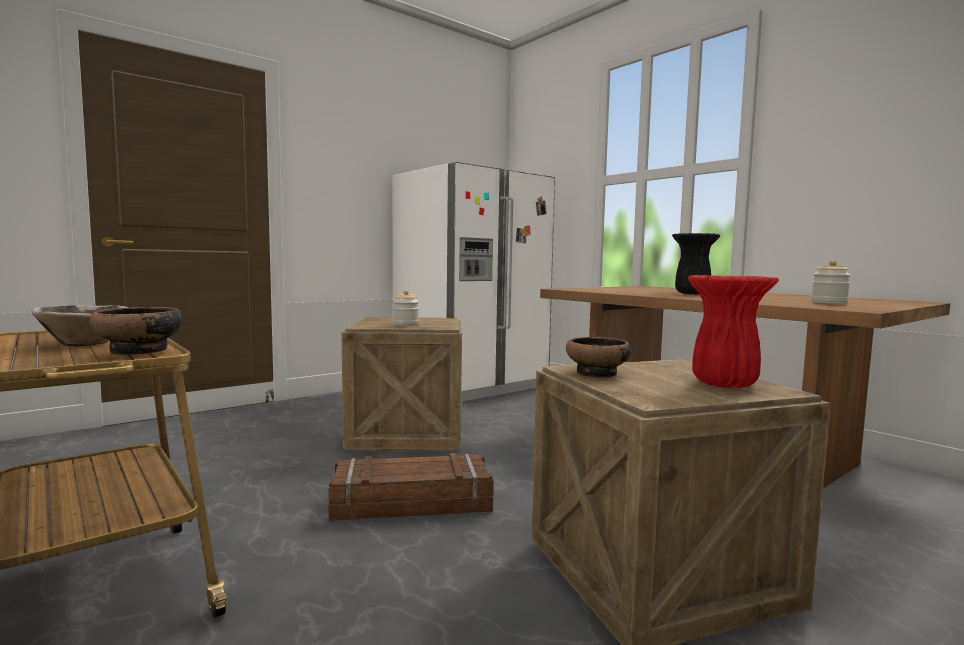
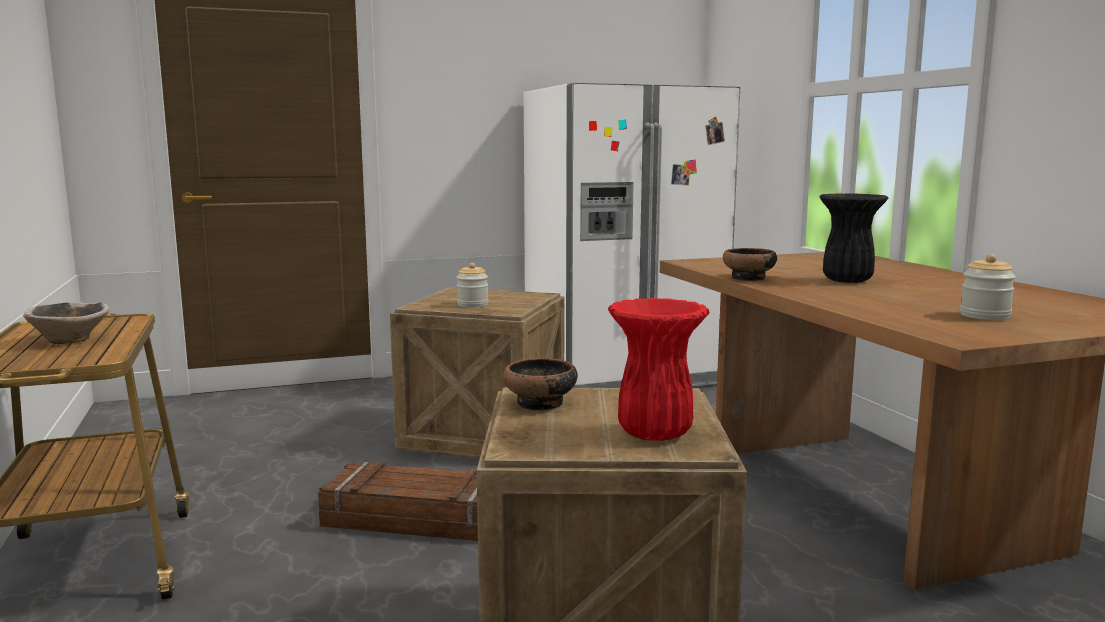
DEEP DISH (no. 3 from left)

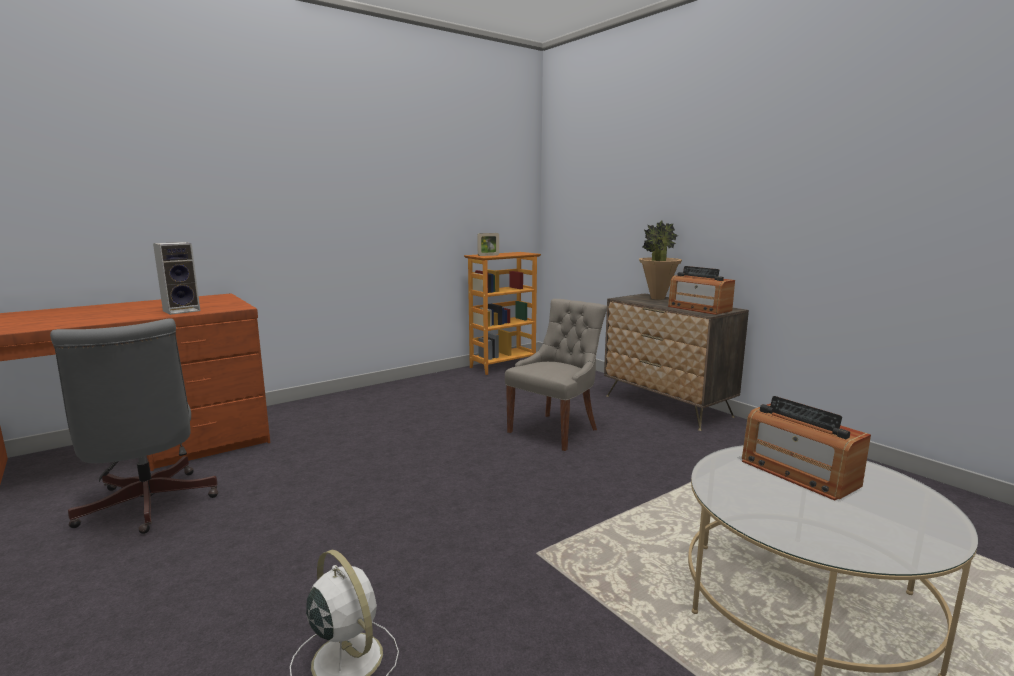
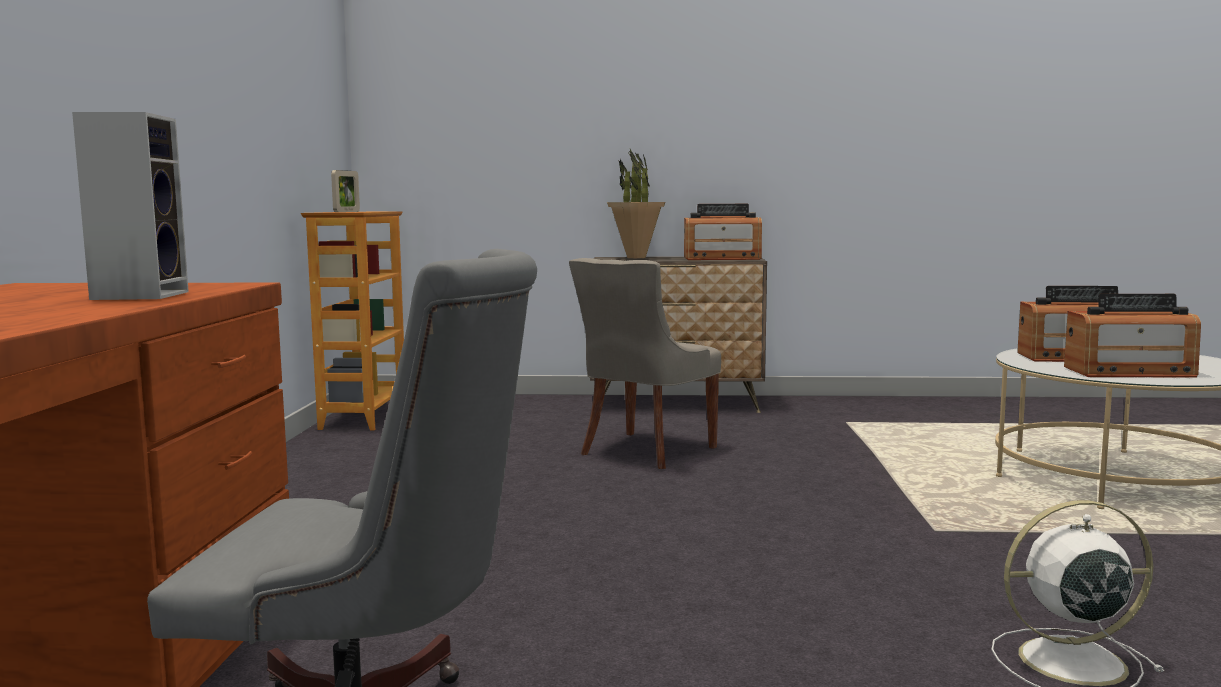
GREYISH PLAIN CHAIR
RADIO RECEIVER (no. 3 from left)

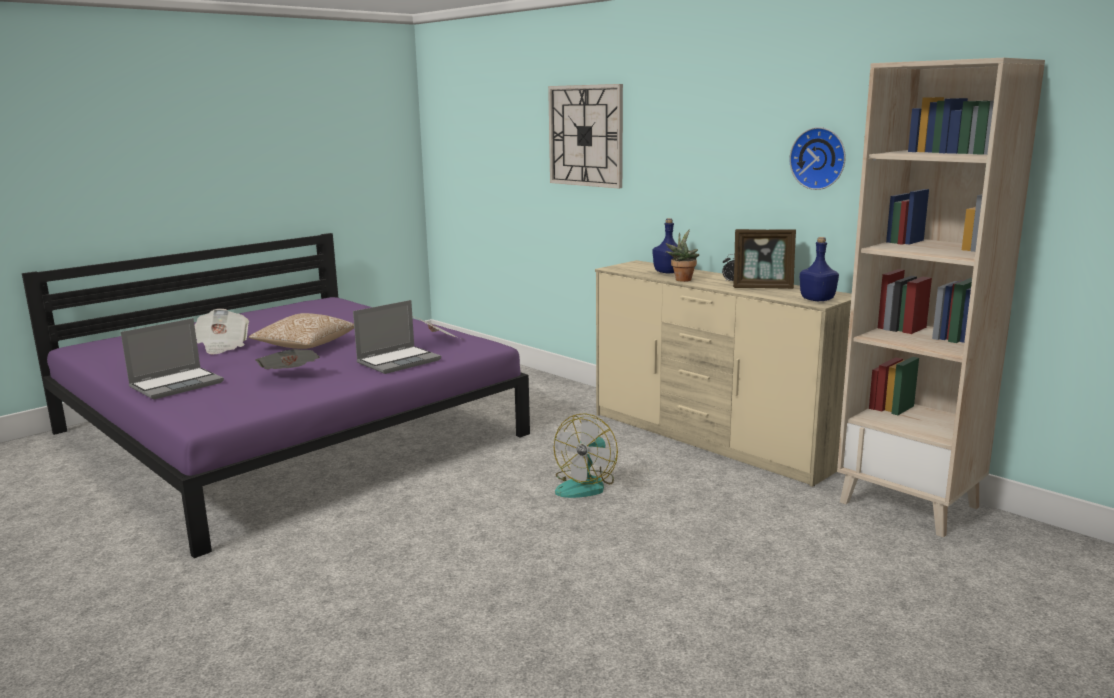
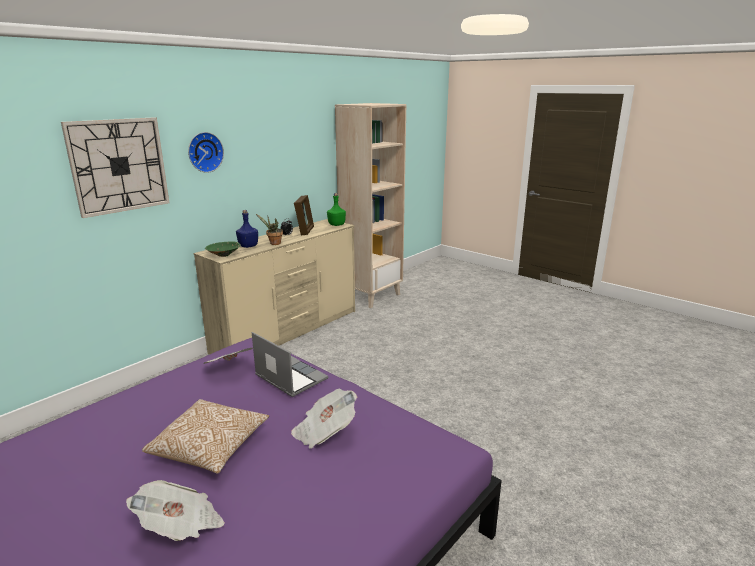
HANGING CLOCK (no. 2 from left)
GREENISH DEEP DISH
GREENISH BOTTLE
PORTABLE COMPUTER (no. 1 from left in the first image)
ELECTRIC FAN

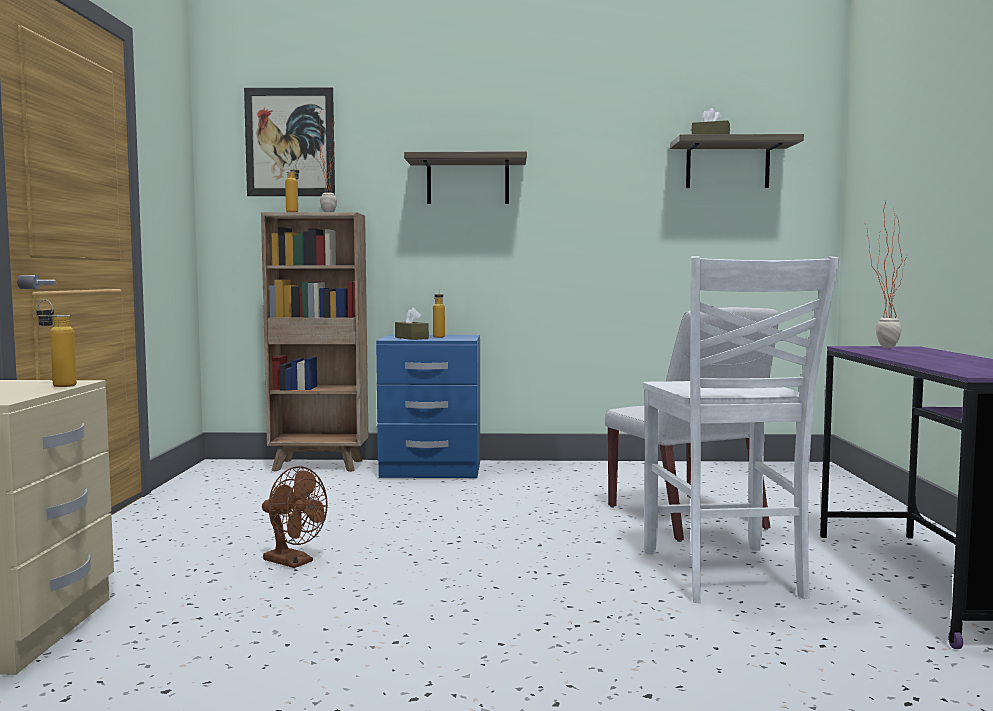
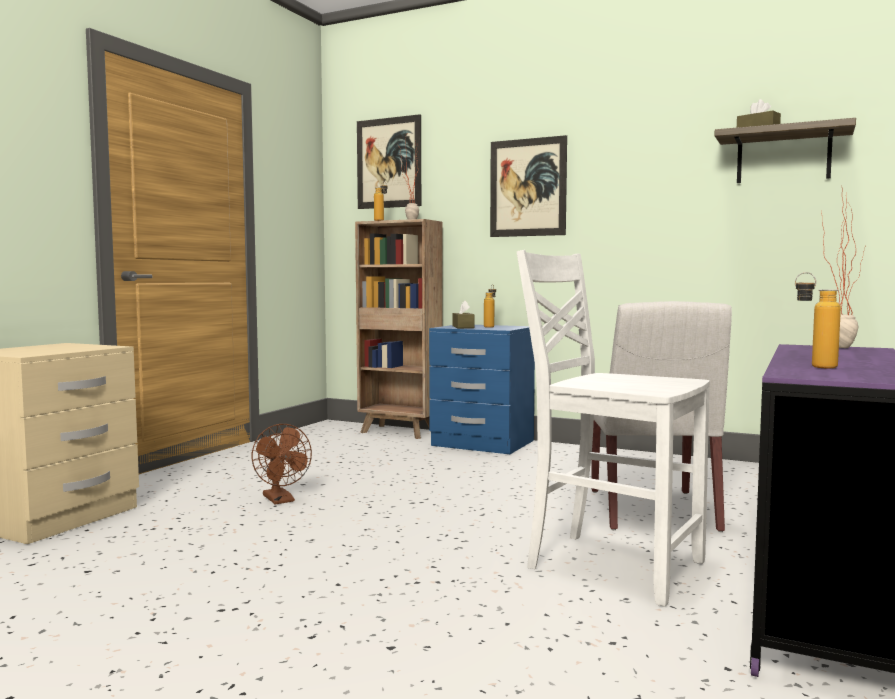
WALL PICTURE (no. 2 from left)
WHITISH PLAIN CHAIR (no. 1 from left)
BOTTLE (no. 3 from left)

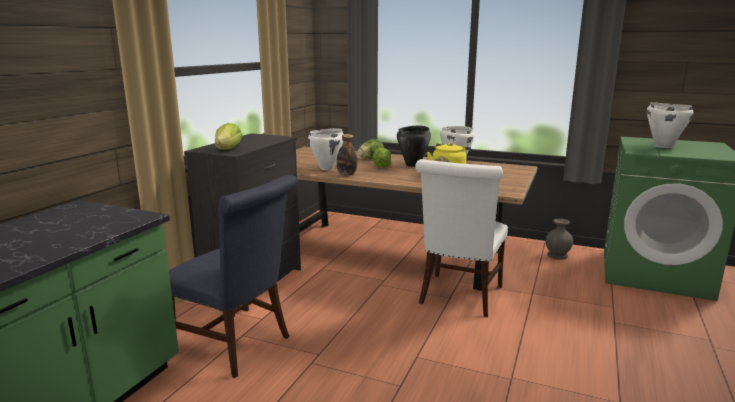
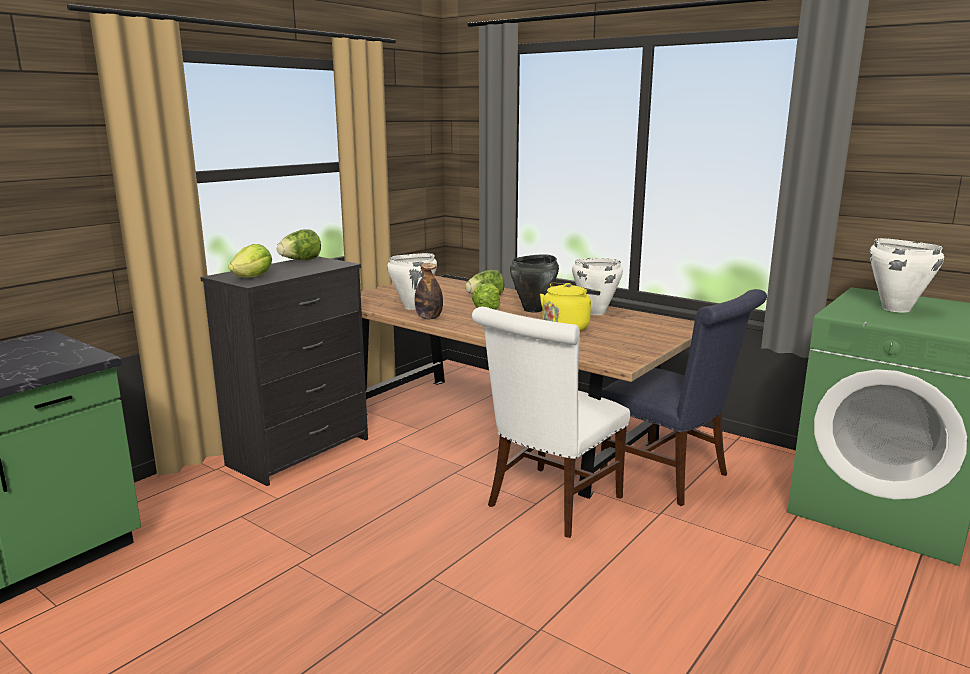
LETTUCE HEAD (no. 2 from left)
BLUISH PLAIN CHAIR
GREYISH DECORATIVE VASE

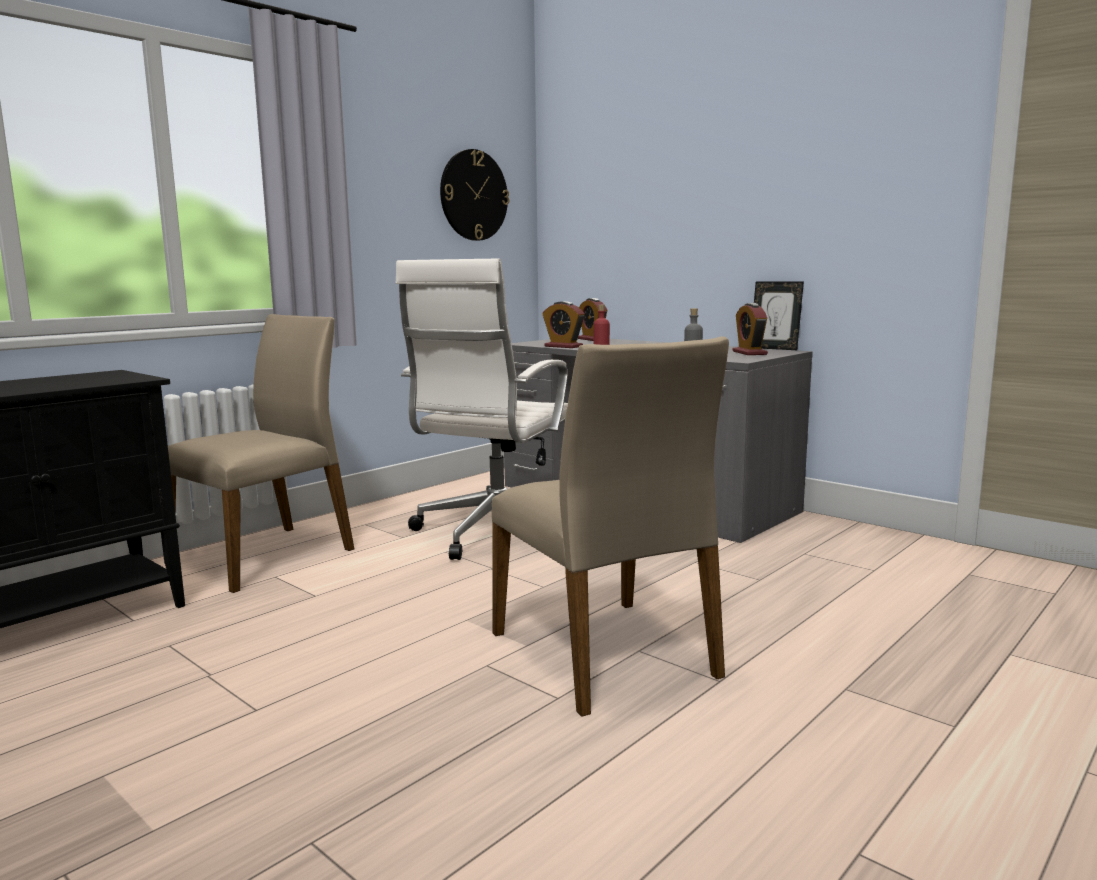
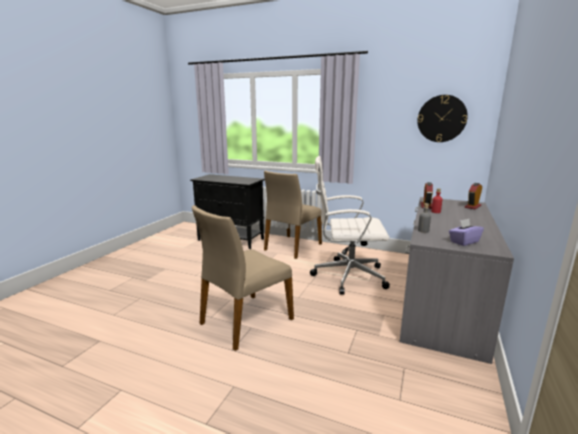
BEIGE-COLOURED PLAIN CHAIR (no. 2 from left)
PURPLE-COLOURED BOX OF TISSUES
STANDING FRAME

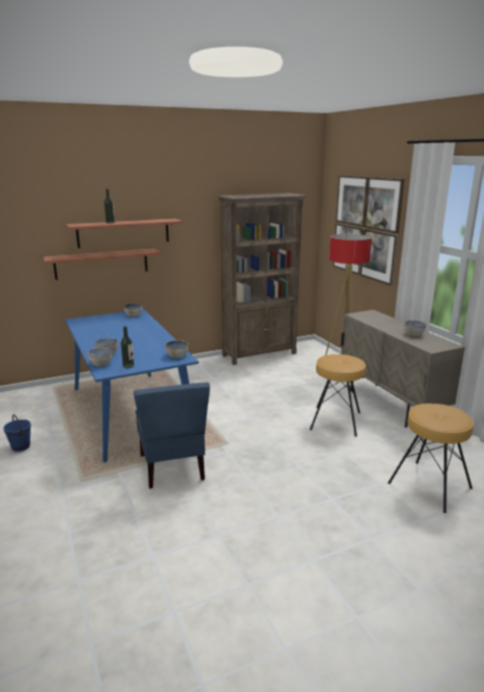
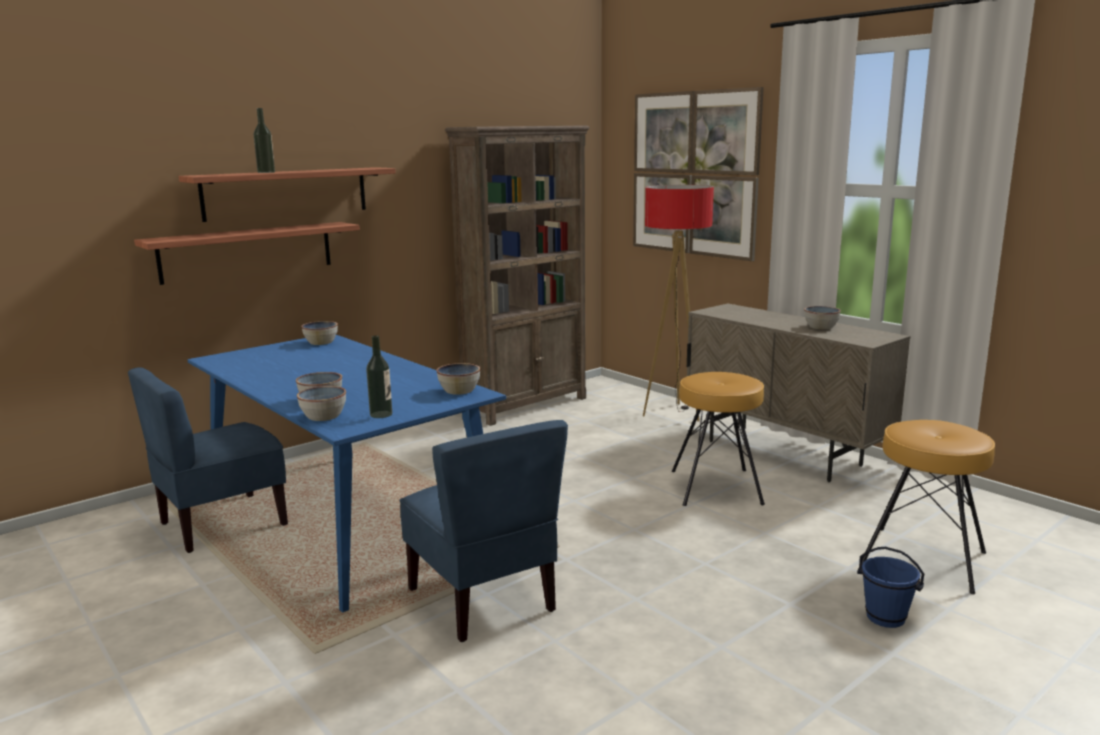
BLUISH PLAIN CHAIR (no. 1 from left)
BLUISH PAIL

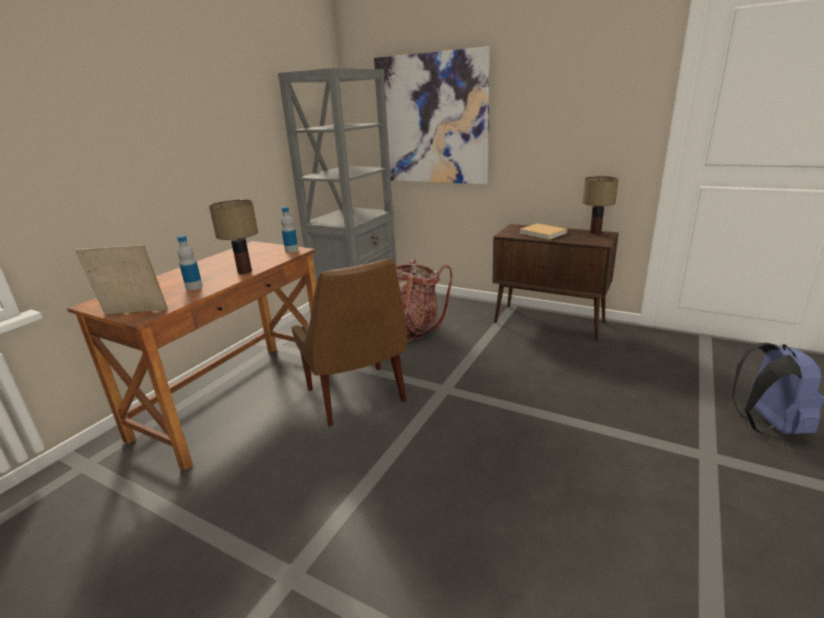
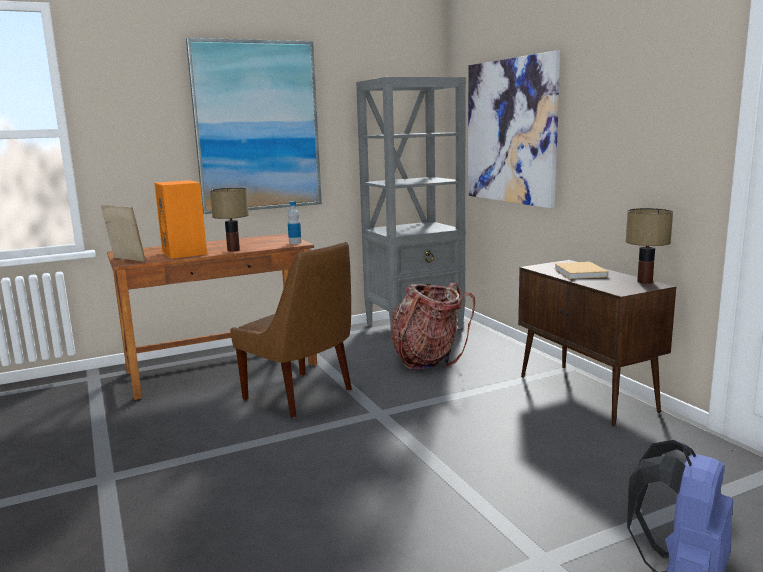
ORANGEY AUDIO SPEAKER
WALL PICTURE (no. 1 from left)
BROWN-COLOURED PLAIN CHAIR

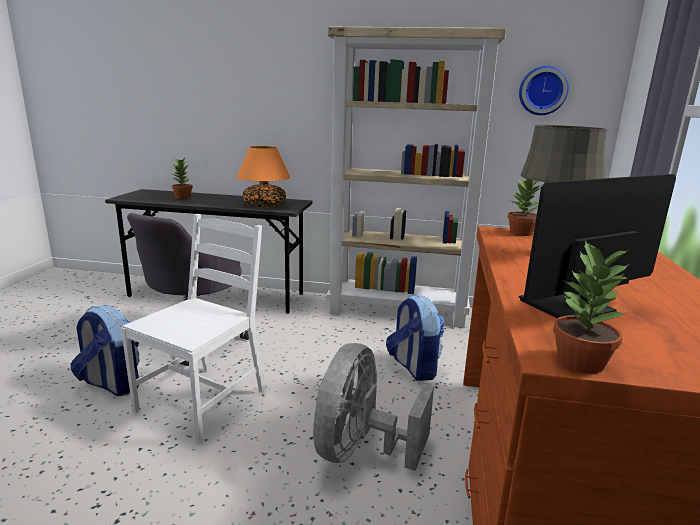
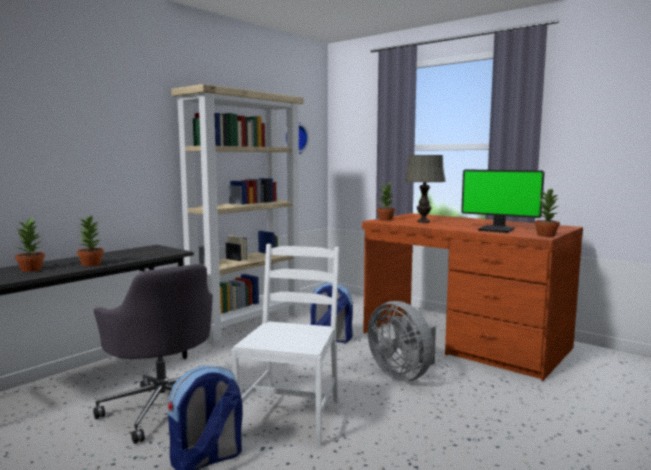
PLANT IN A POT (no. 2 from left)
WHITISH PLAIN CHAIR
COMPUTER DISPLAY
ORANGEY TABLETOP LAMP

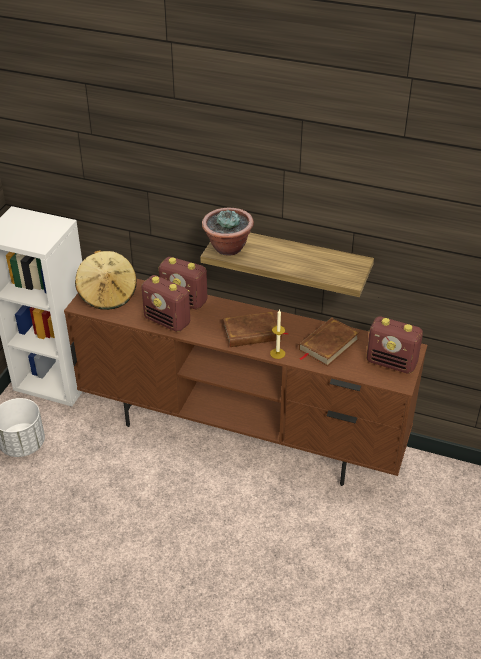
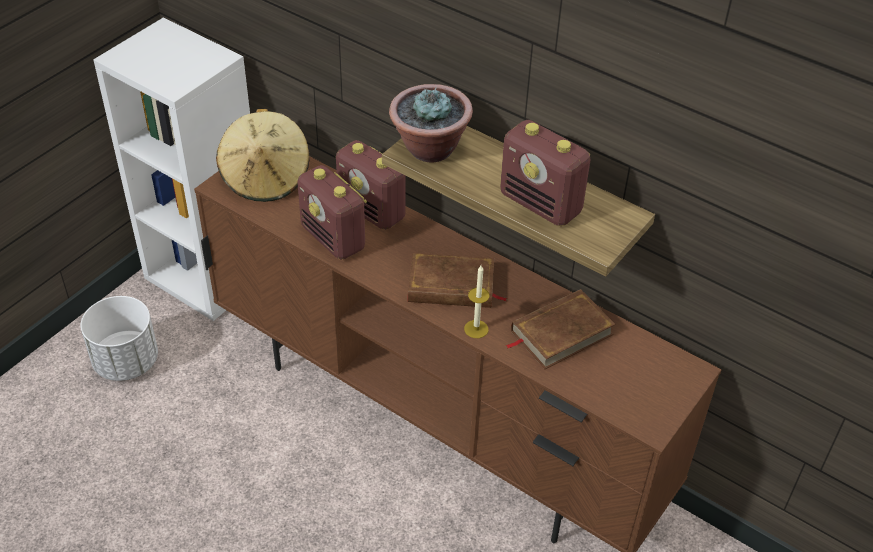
RADIO RECEIVER (no. 3 from left)

